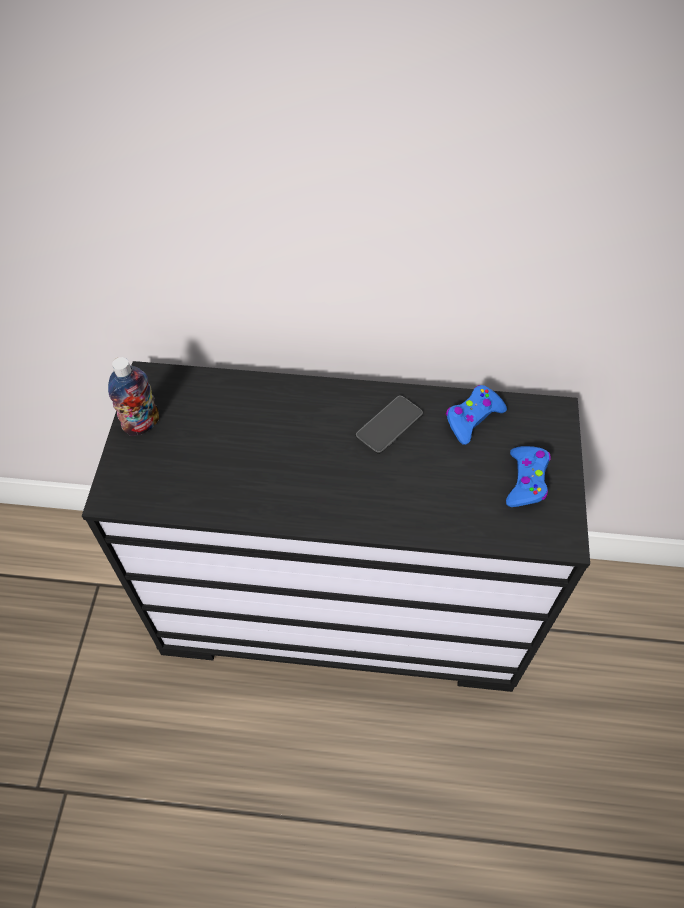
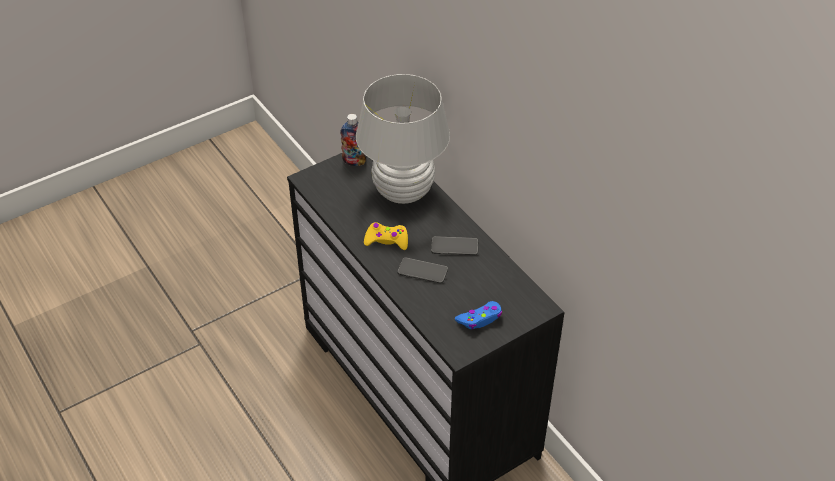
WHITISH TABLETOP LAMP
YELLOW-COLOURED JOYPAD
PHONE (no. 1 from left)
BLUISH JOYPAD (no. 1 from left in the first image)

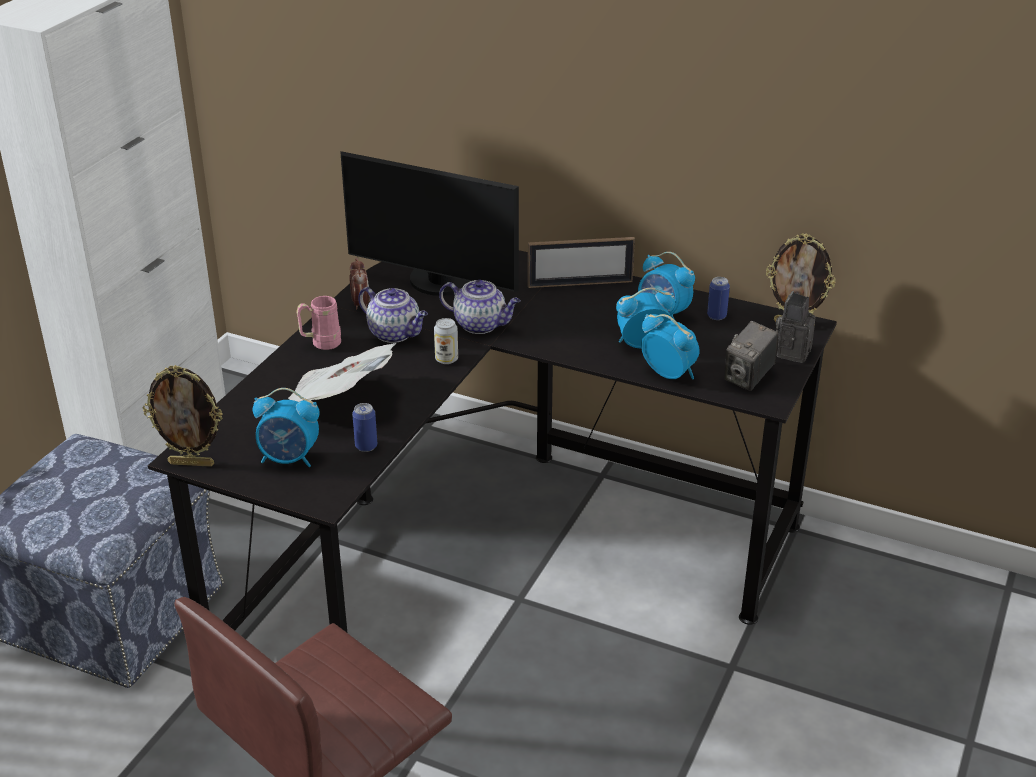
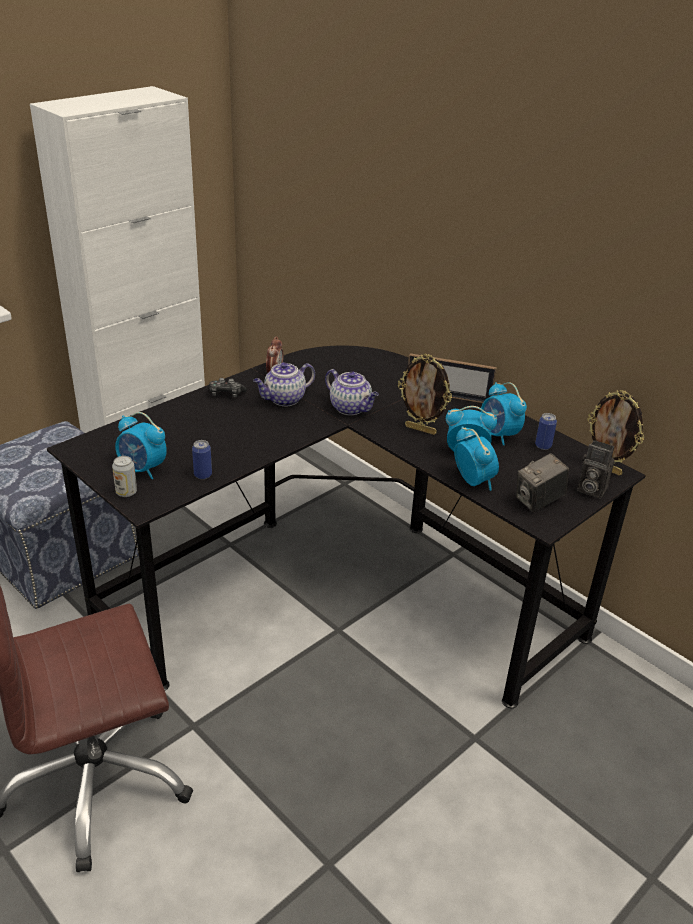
SEALED CAN (no. 1 from left)
JOYPAD
TEAPOT (no. 1 from left)
STANDING FRAME (no. 1 from left)
PHOTO CAMERA (no. 2 from left)
PRINTED PAPER
COMPUTER DISPLAY

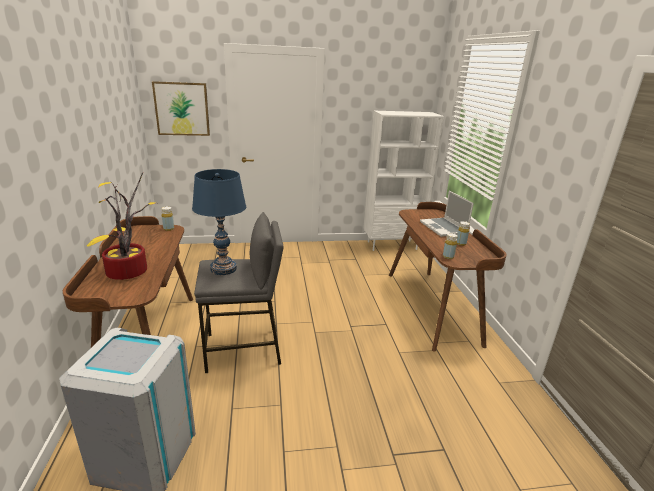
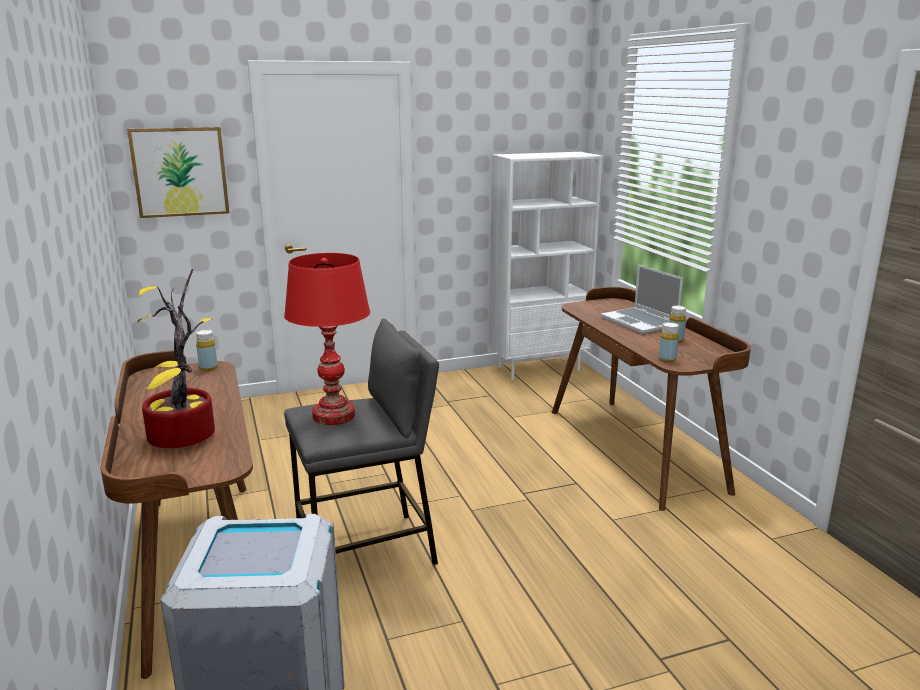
RED-COLOURED TABLETOP LAMP

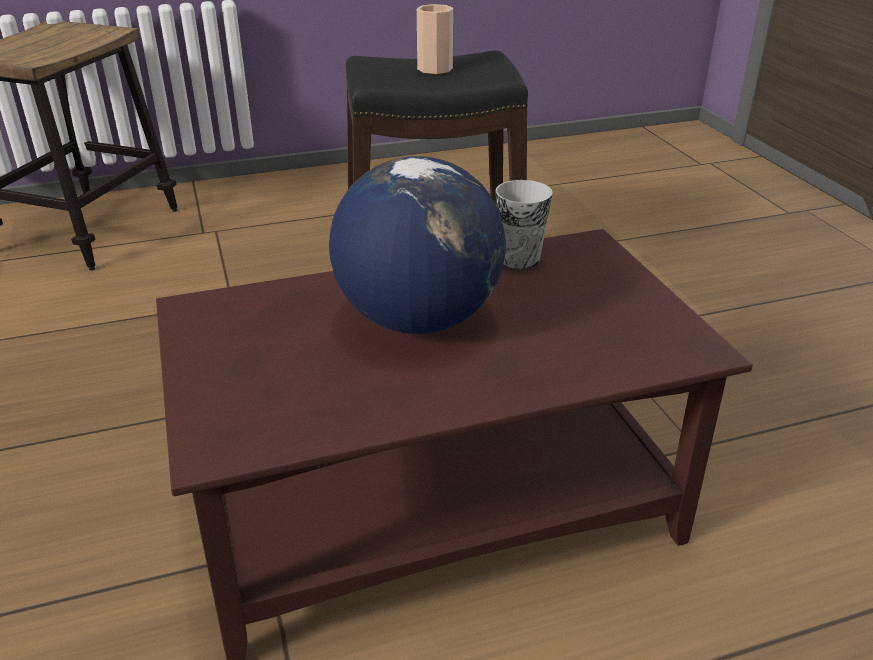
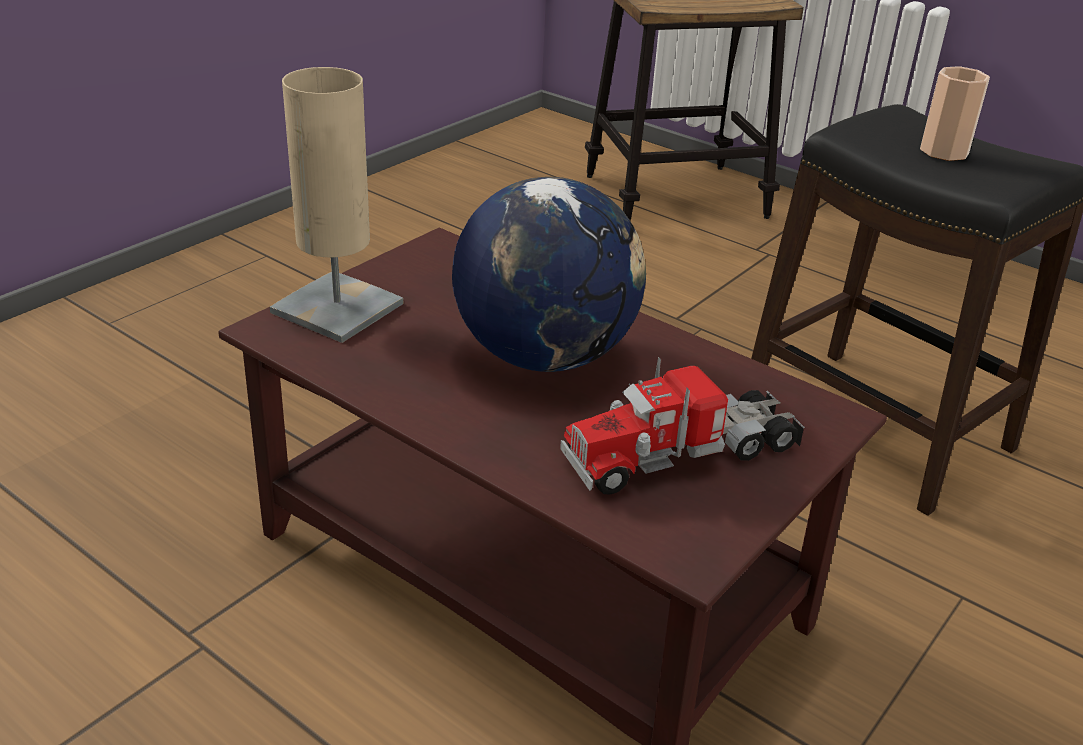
BEIGE-COLOURED TABLETOP LAMP
TOY TRUCK
SMALL CUP (no. 2 from left in the first image)

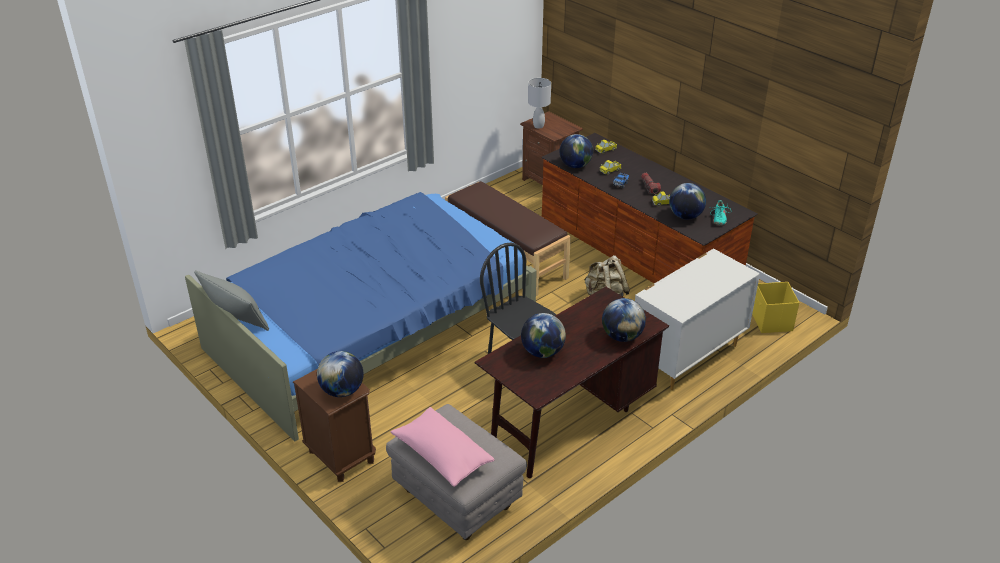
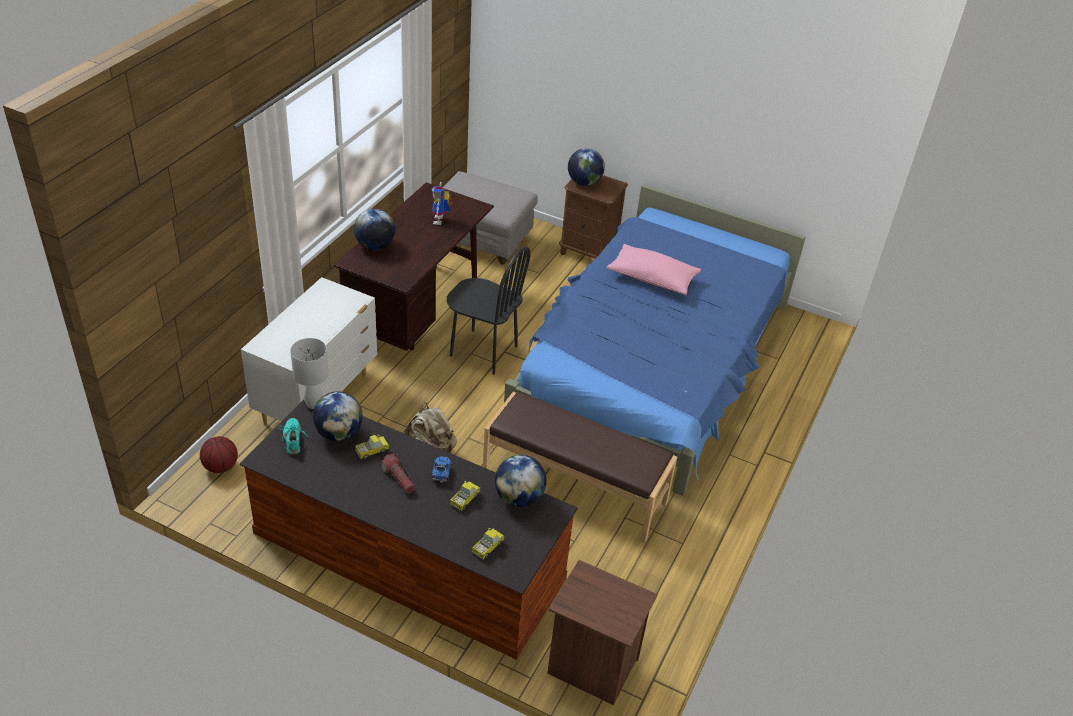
BASKETBALL
WHITISH TABLETOP LAMP
MODEL ROBOT
PINK CUSHION
GREYISH CUSHION

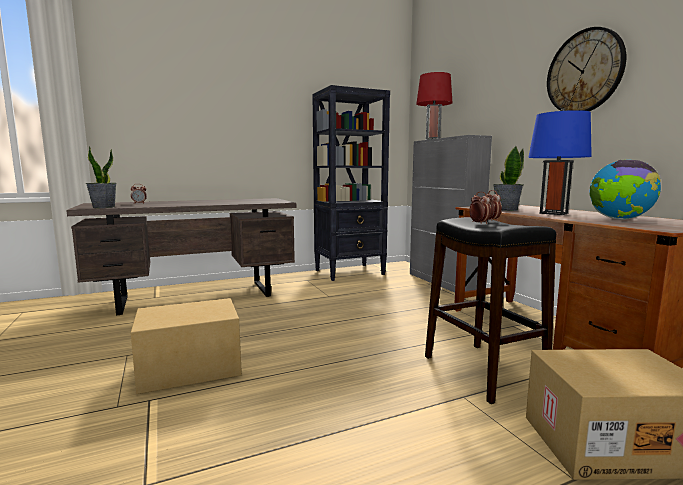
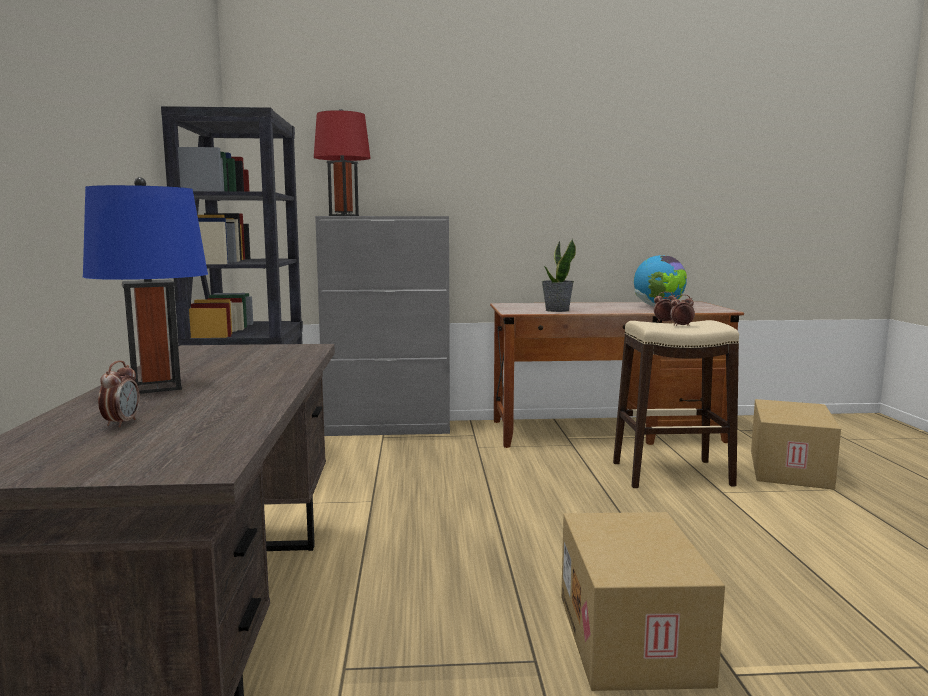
BLUISH TABLETOP LAMP
BEIGE-COLOURED SITTING STOOL
PLANT IN A POT (no. 1 from left in the first image)
HANGING CLOCK

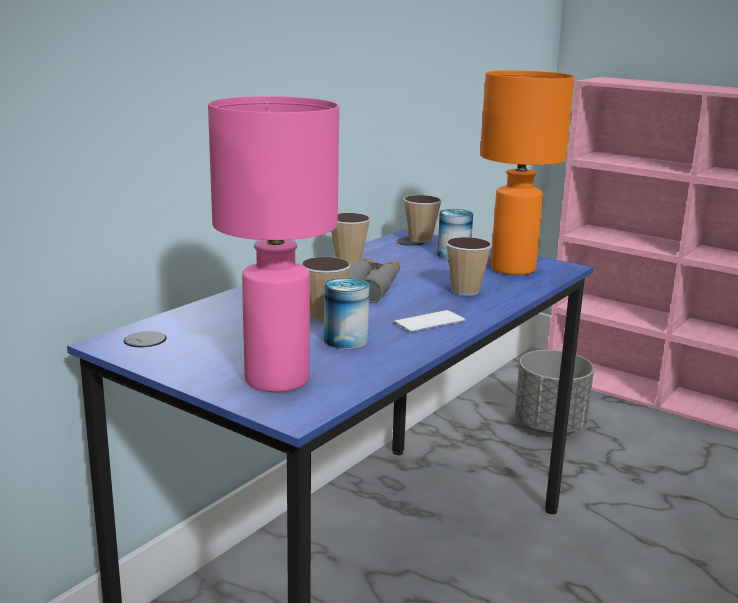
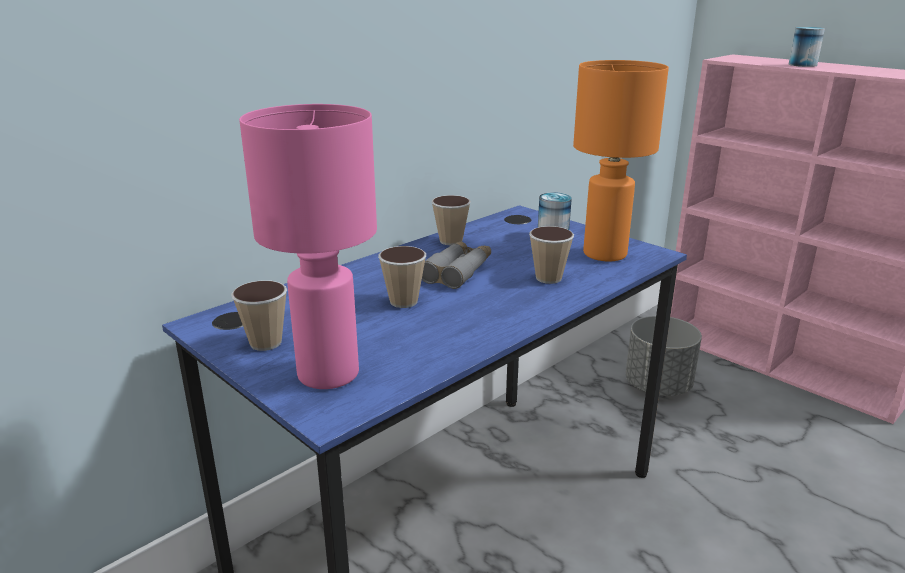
SMALL CUP (no. 1 from left)
SEALED CAN (no. 2 from left)
PHONE

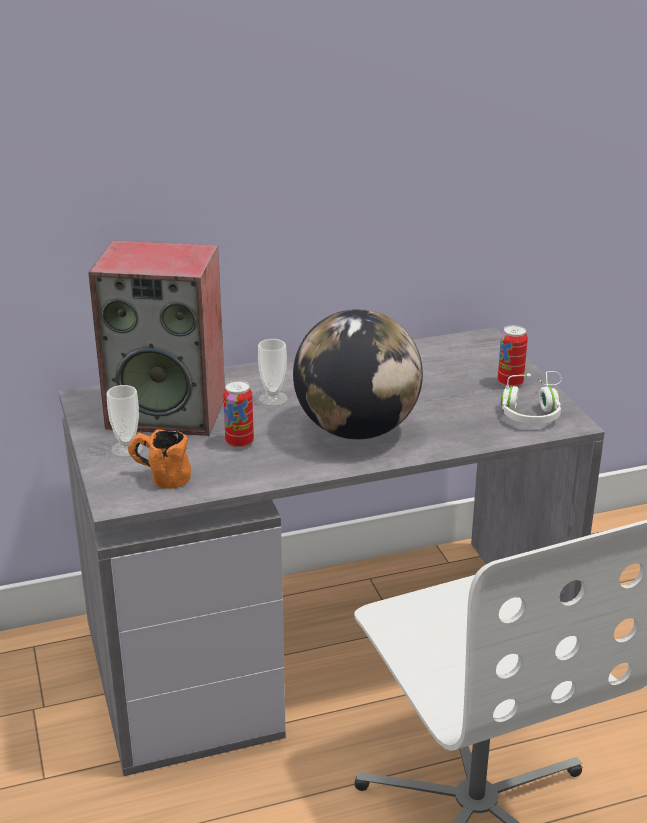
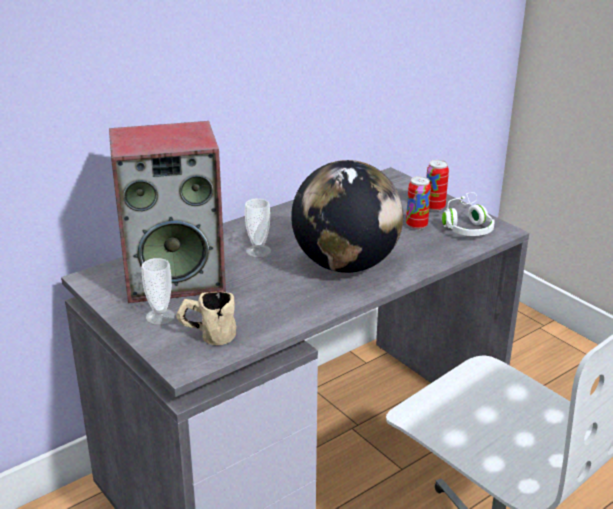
BEIGE-COLOURED COFFEE MUG
SEALED CAN (no. 1 from left)

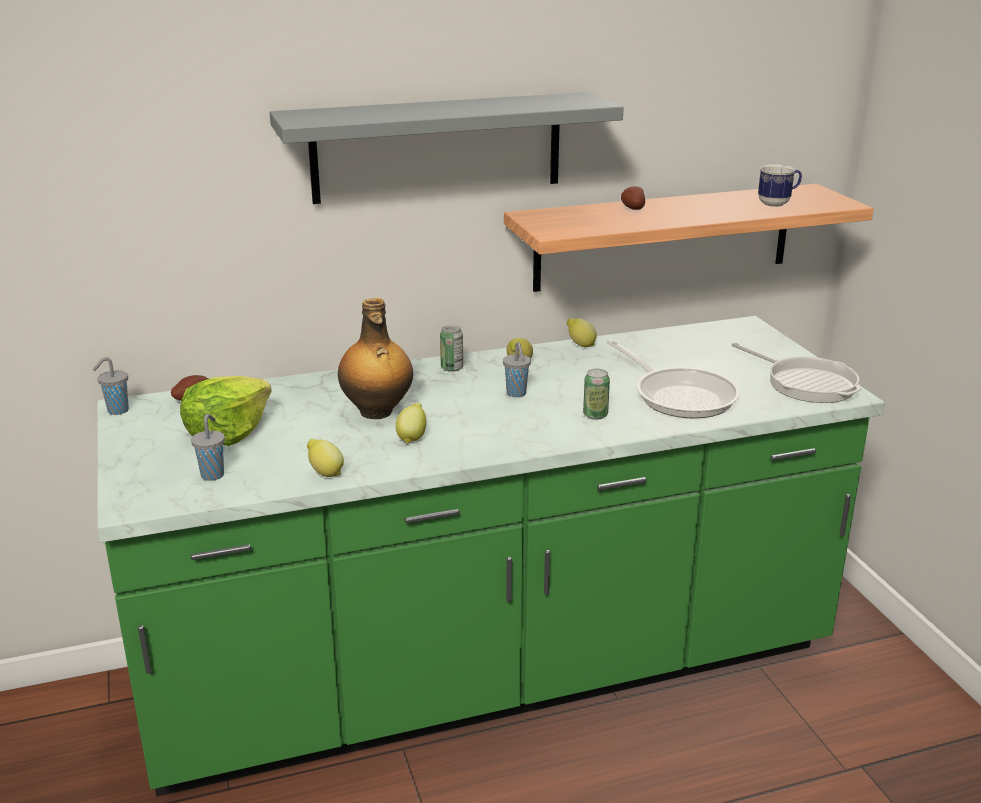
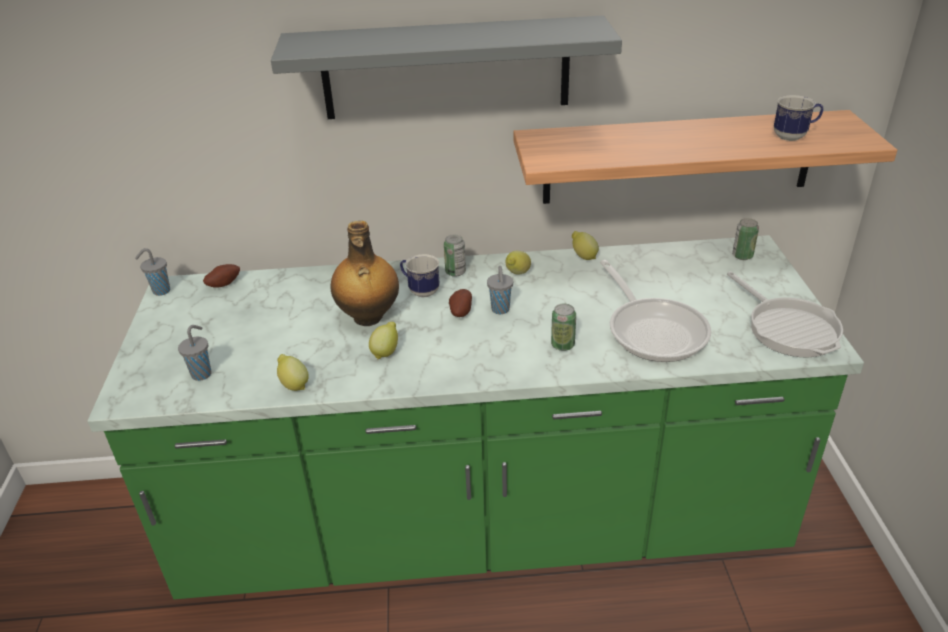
COFFEE MUG (no. 1 from left)
WHOLE POTATO (no. 2 from left)
SEALED CAN (no. 3 from left)
LETTUCE HEAD

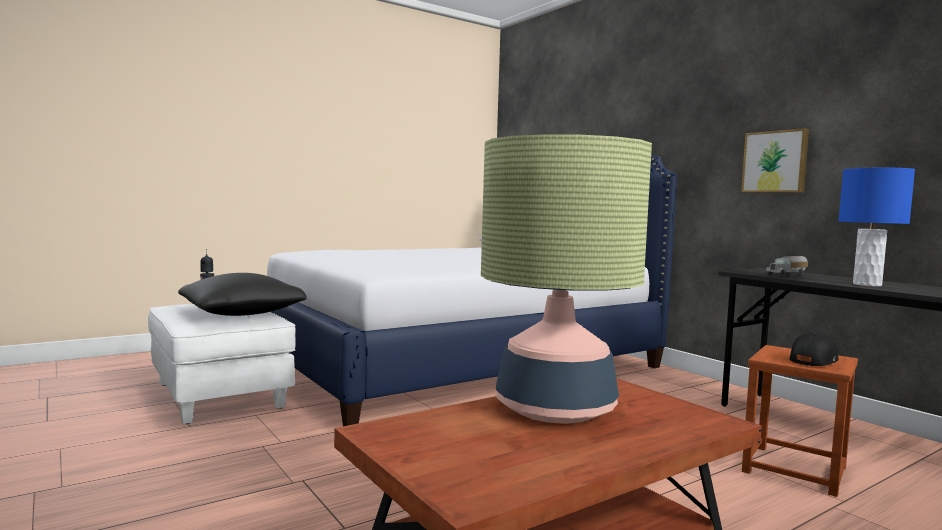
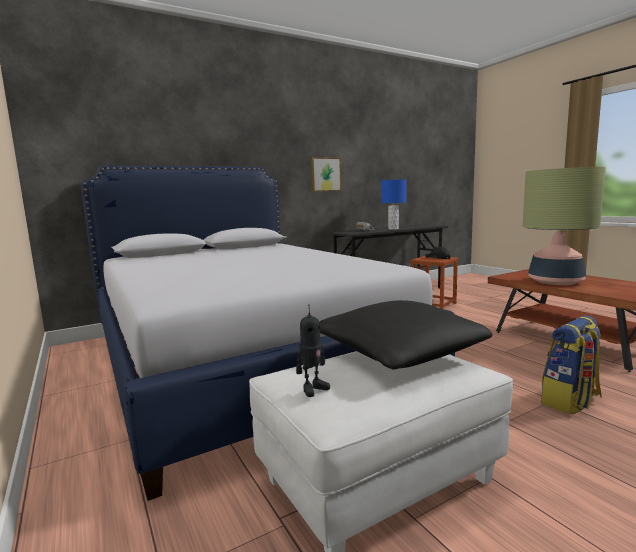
RUCKSACK

